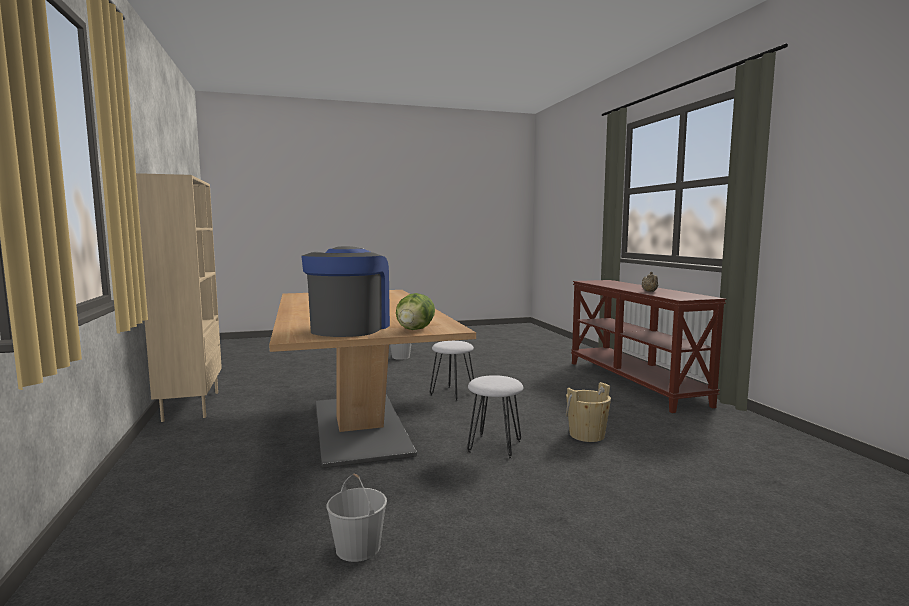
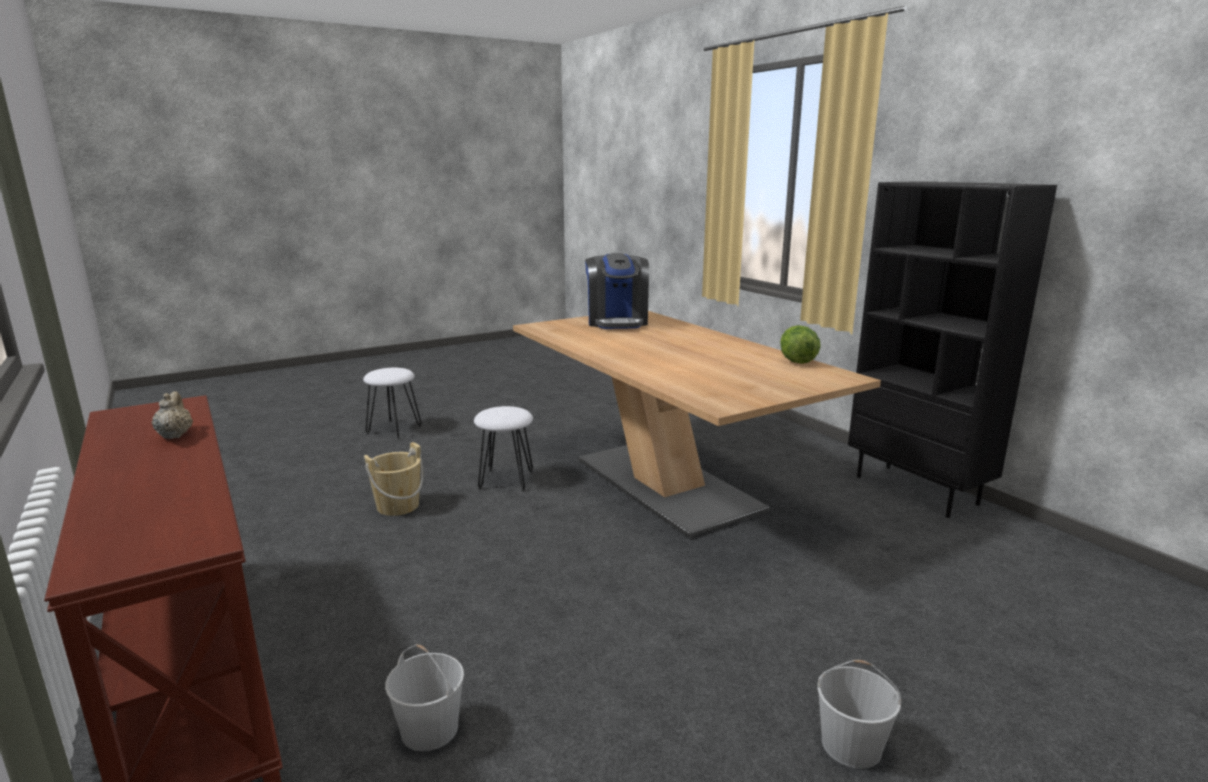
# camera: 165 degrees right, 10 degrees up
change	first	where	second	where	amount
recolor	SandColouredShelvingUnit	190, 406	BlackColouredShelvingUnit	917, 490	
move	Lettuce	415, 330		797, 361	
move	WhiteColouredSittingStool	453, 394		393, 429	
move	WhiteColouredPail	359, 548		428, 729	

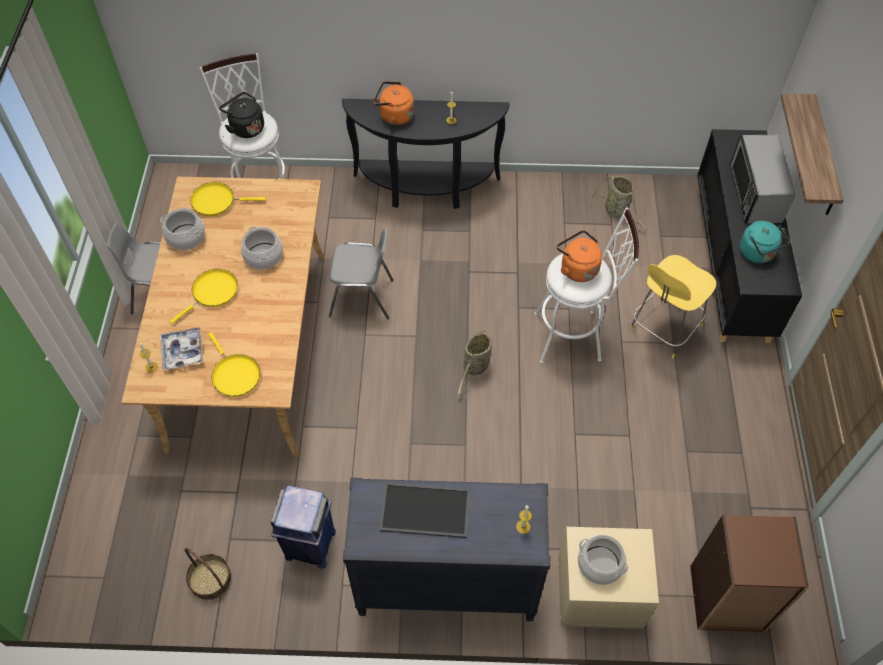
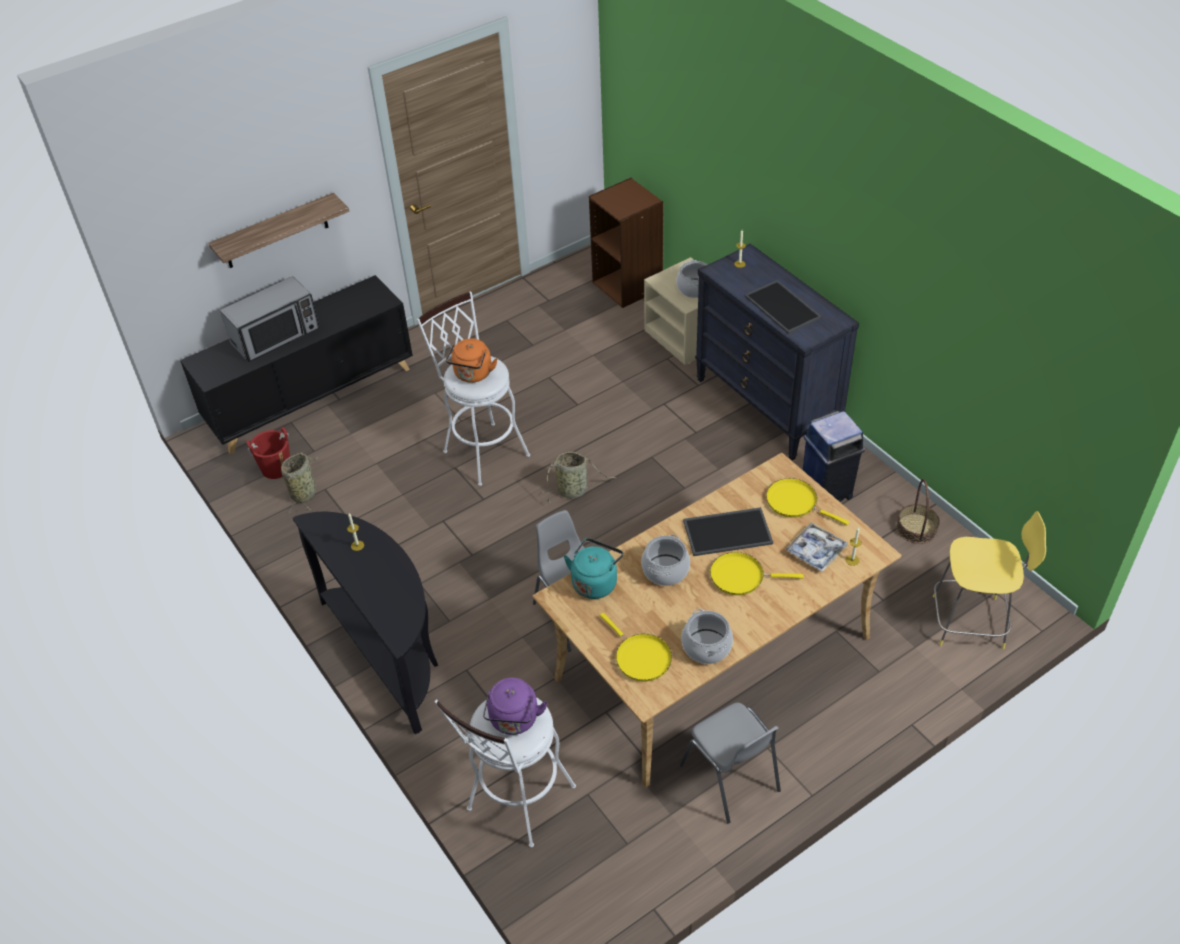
# camera: 125 degrees left, 10 degrees down
change	first	where	second	where	amount
delete	OrangeWaterKettle	394, 116			
recolor	BlackColouredWaterKettle	245, 128	PurpleColouredWaterKettle	514, 721	
move	TurquoiseWaterKettle	758, 253		595, 582	
move	YellowishSittingStool	664, 329		971, 622	
rotate	YellowishSkillet	234, 374		795, 502	75 degrees counterclockwise
insert			RedPail	276, 468	
insert			CarryingTray	728, 531	

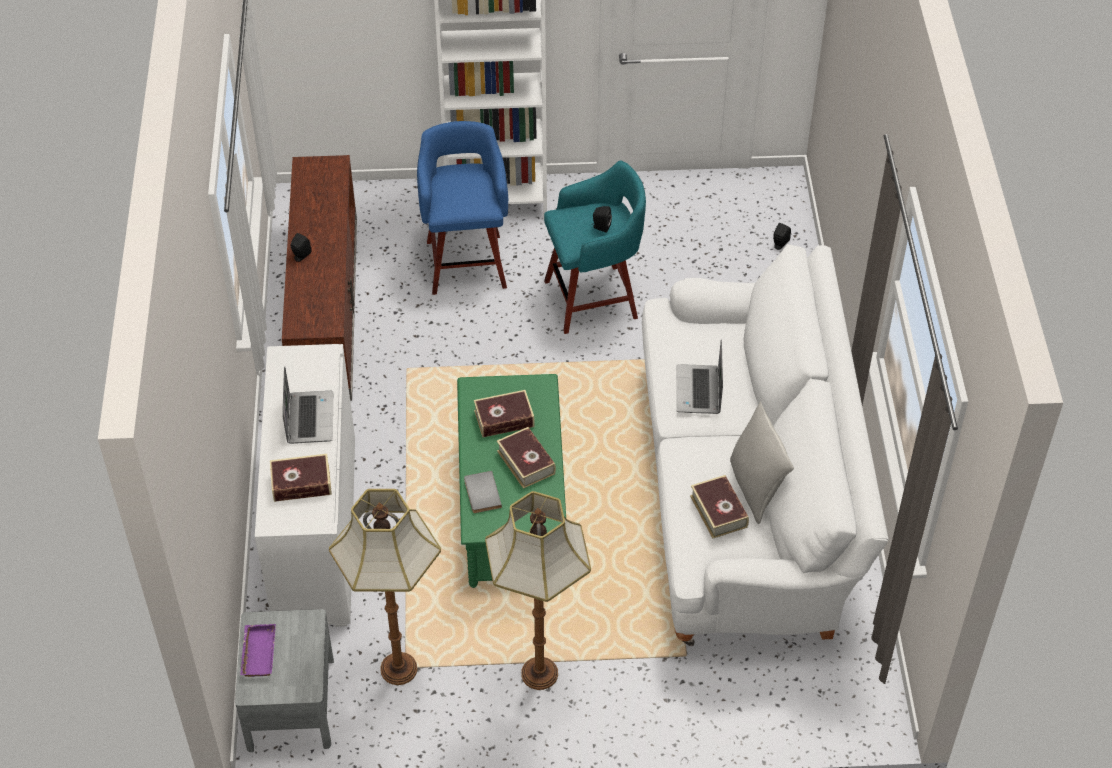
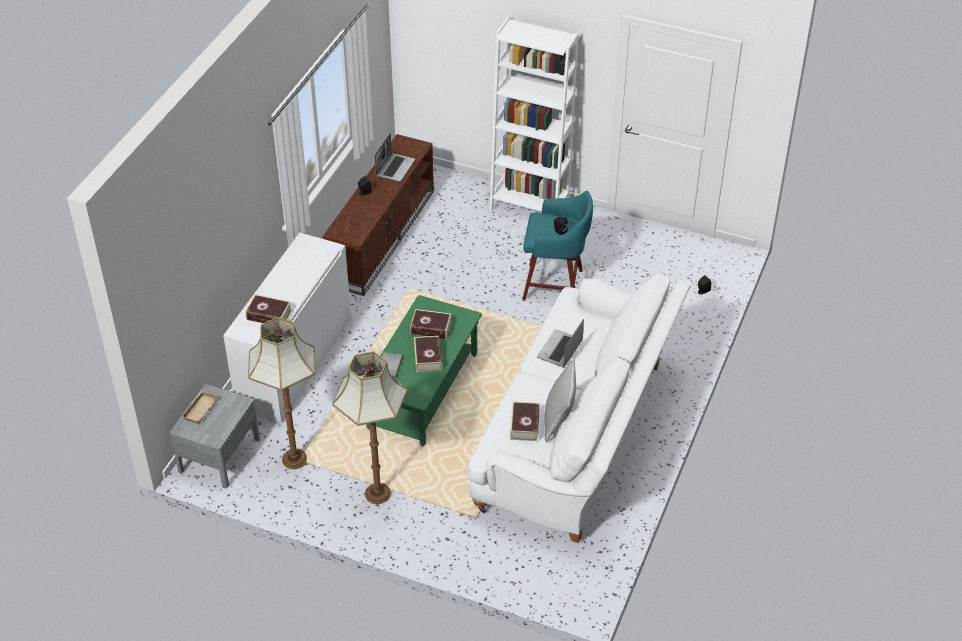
# camera: 25 degrees right, 5 degrees down
change	first	where	second	where	amount
delete	BlueSittingStool	466, 262			
move	Laptop	309, 417		395, 168	
recolor	PurpleColouredCarryingTray	257, 652	SandColouredCarryingTray	199, 408	

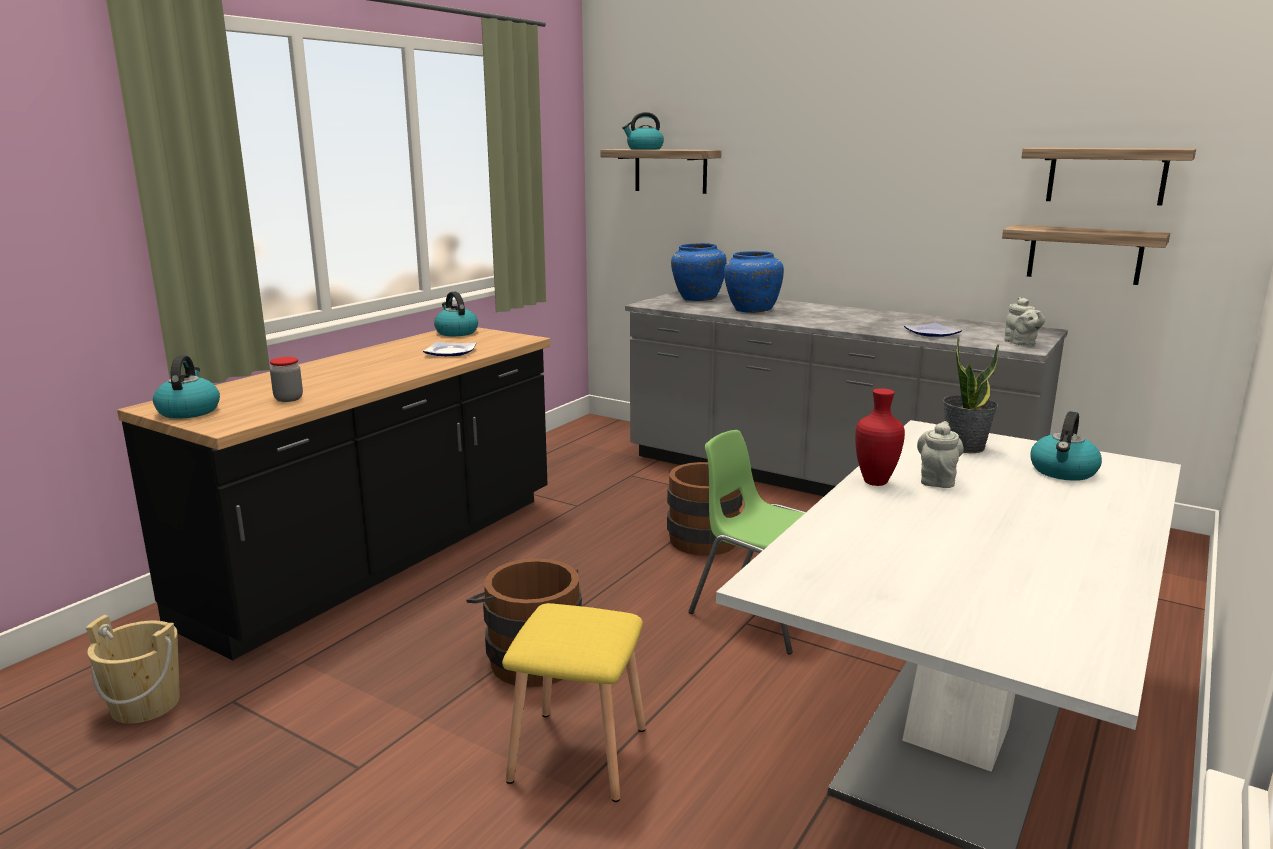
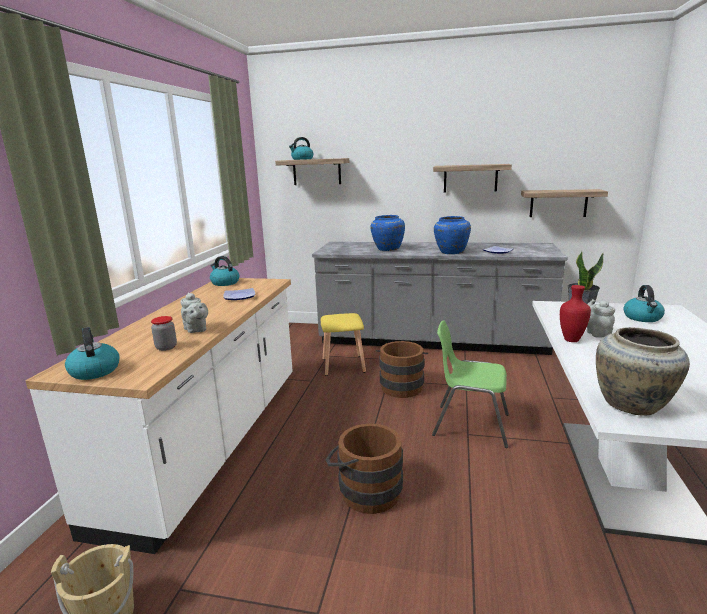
# camera: 20 degrees left, 0 degrees up
change	first	where	second	where	amount
move	WallShelf	1106, 175		470, 178	
move	BlueVase	697, 298		450, 252	
move	GrayPotForTea	1021, 343		196, 330	
recolor	BlackColouredKitchenBaseUnit	383, 558	WhiteColouredKitchenBaseUnit	212, 443	
move	YellowishSittingStool	579, 756		344, 365	
insert			SandColouredVase	633, 405	

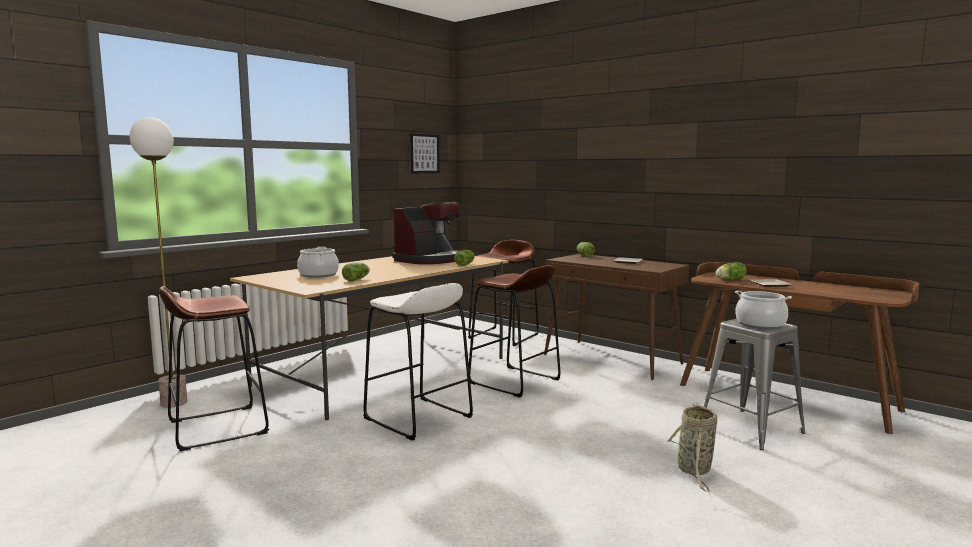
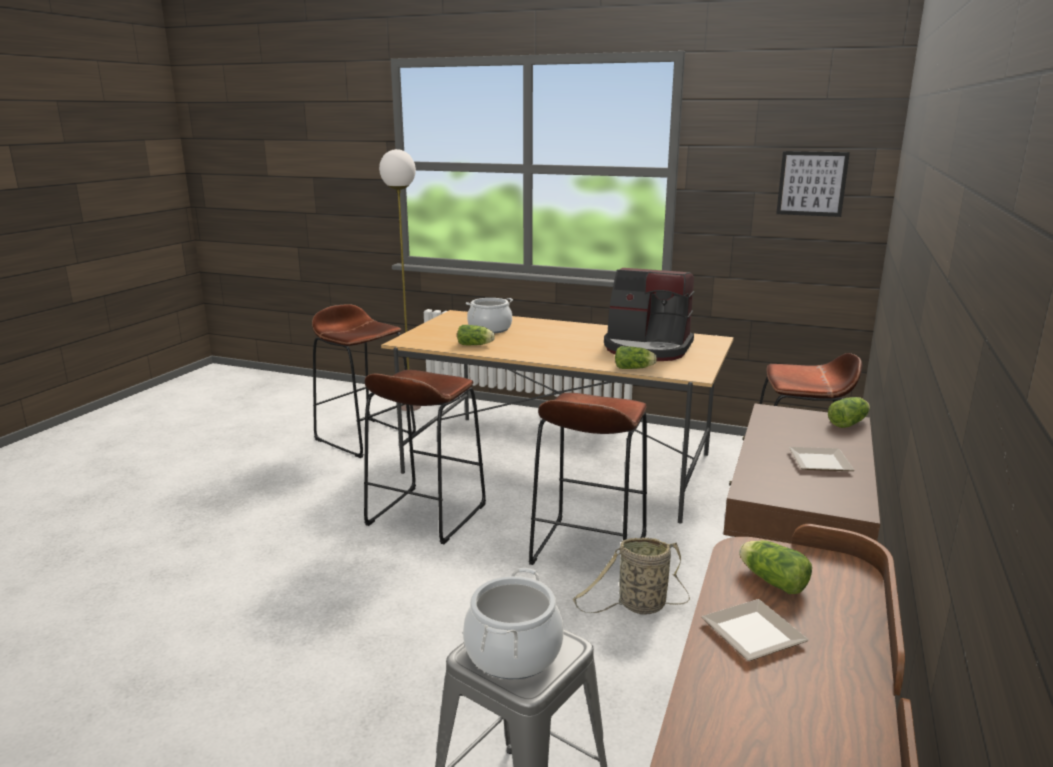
# camera: 70 degrees right, 10 degrees up
change	first	where	second	where	amount
recolor	WhiteColouredSittingStool	418, 418	BrownSittingStool	426, 515	
move	StorageBasket	694, 471		638, 606	

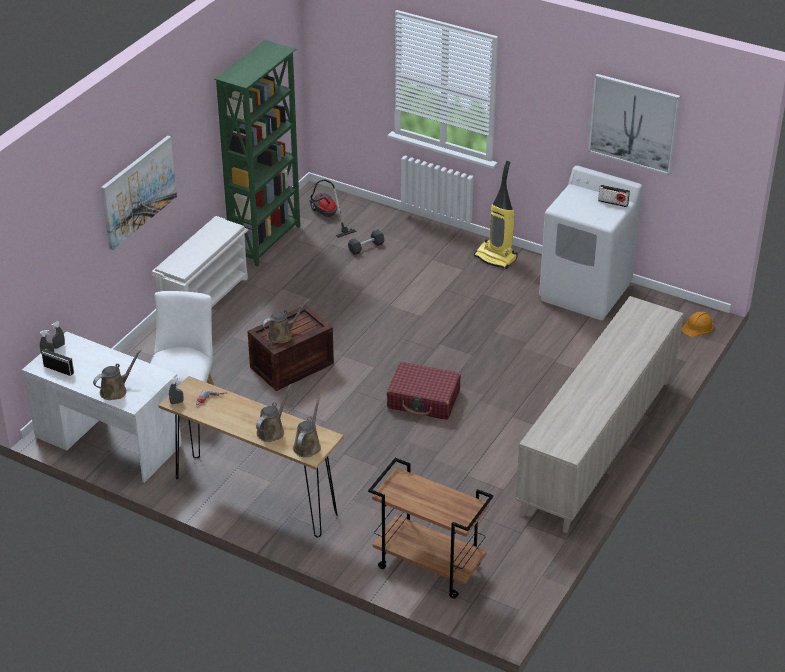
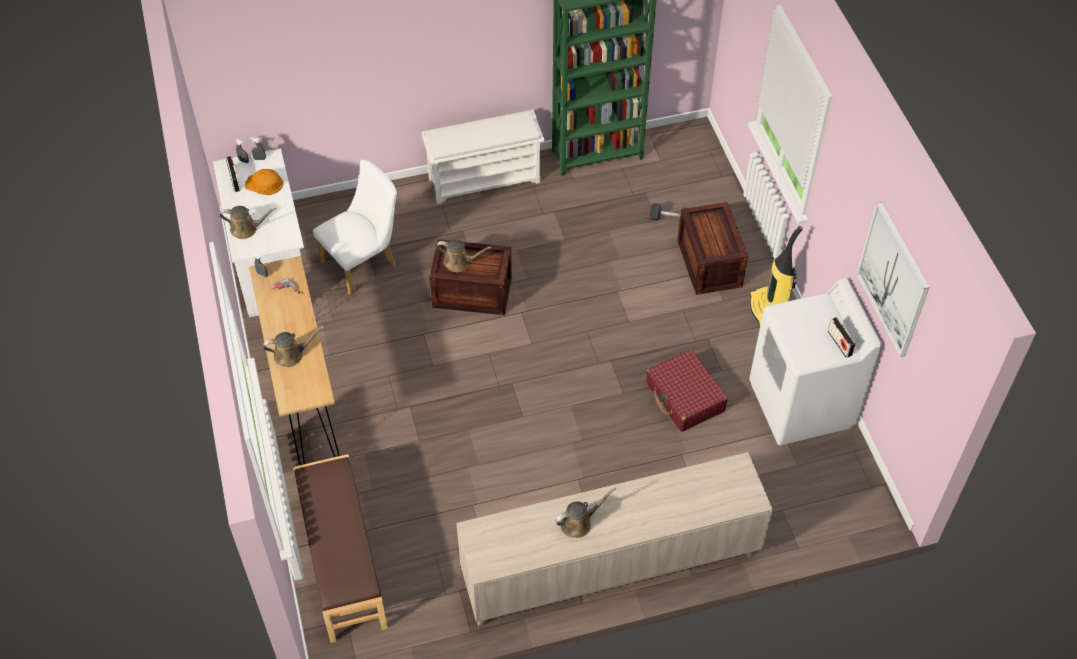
# camera: 45 degrees right, 15 degrees up
change	first	where	second	where	amount
delete	WallPicture	138, 191			
delete	VacuumCleaner	327, 217			
move	OrangeHardHat	697, 327		264, 184	
move	RedTravelCase	424, 399		685, 397	
move	BrownWateringPot	308, 445		579, 523	
replace	BrownTrolley	428, 566	BrownIndoorBench	342, 561	
insert			PackingCrate	709, 264	

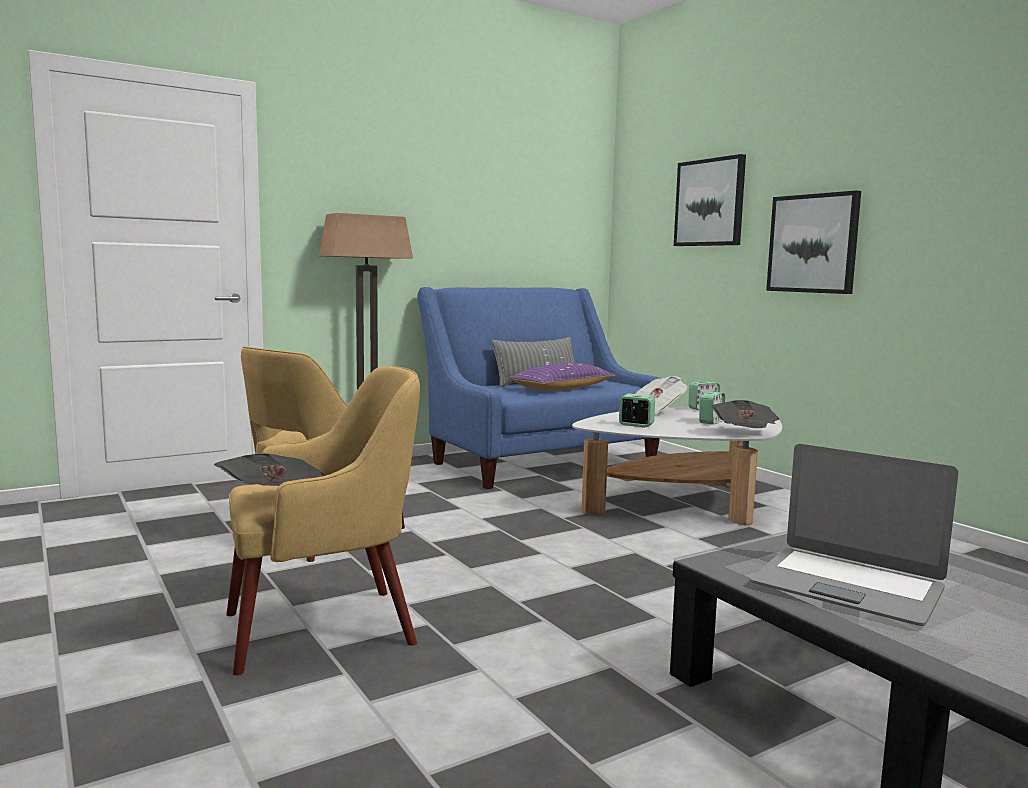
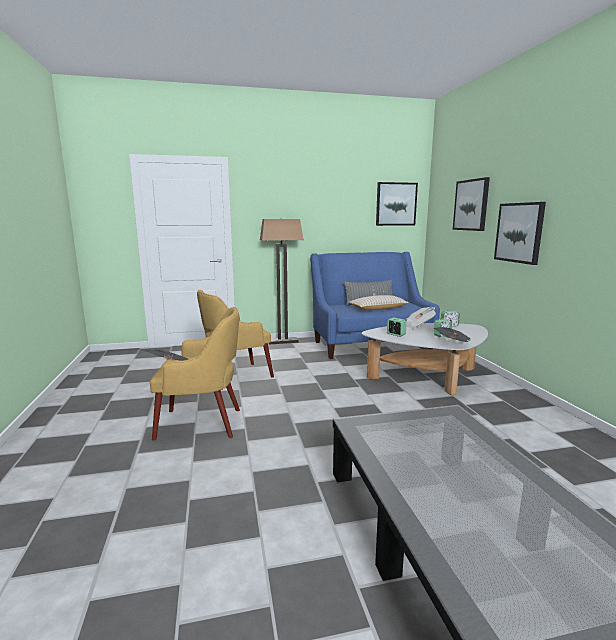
# camera: 20 degrees right, 5 degrees up
change	first	where	second	where	amount
recolor	PurpleColouredPillow	562, 388	SandColouredPillow	378, 308	
delete	Laptop	847, 587			
insert			WallPicture	396, 204	

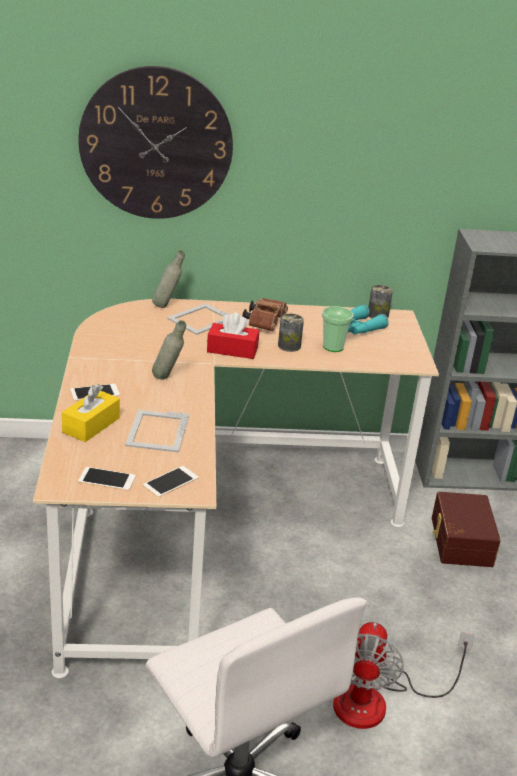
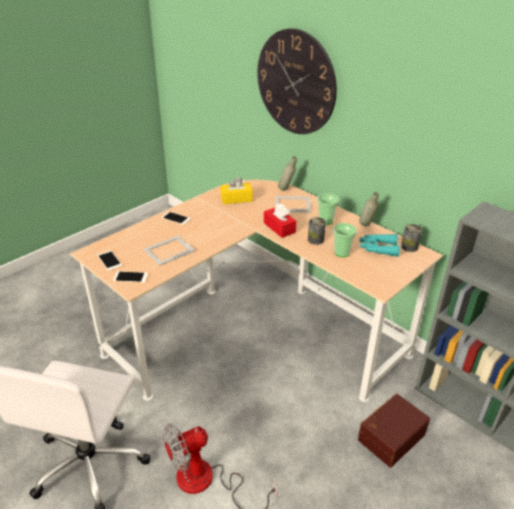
# camera: 50 degrees right, 5 degrees up
change	first	where	second	where	amount
replace	BrownFieldGlasses	265, 322	DrinkingCup	326, 221	
move	GrayDrinkBottle	168, 379		366, 227	
move	YellowishTissueBox	91, 425		236, 199	

